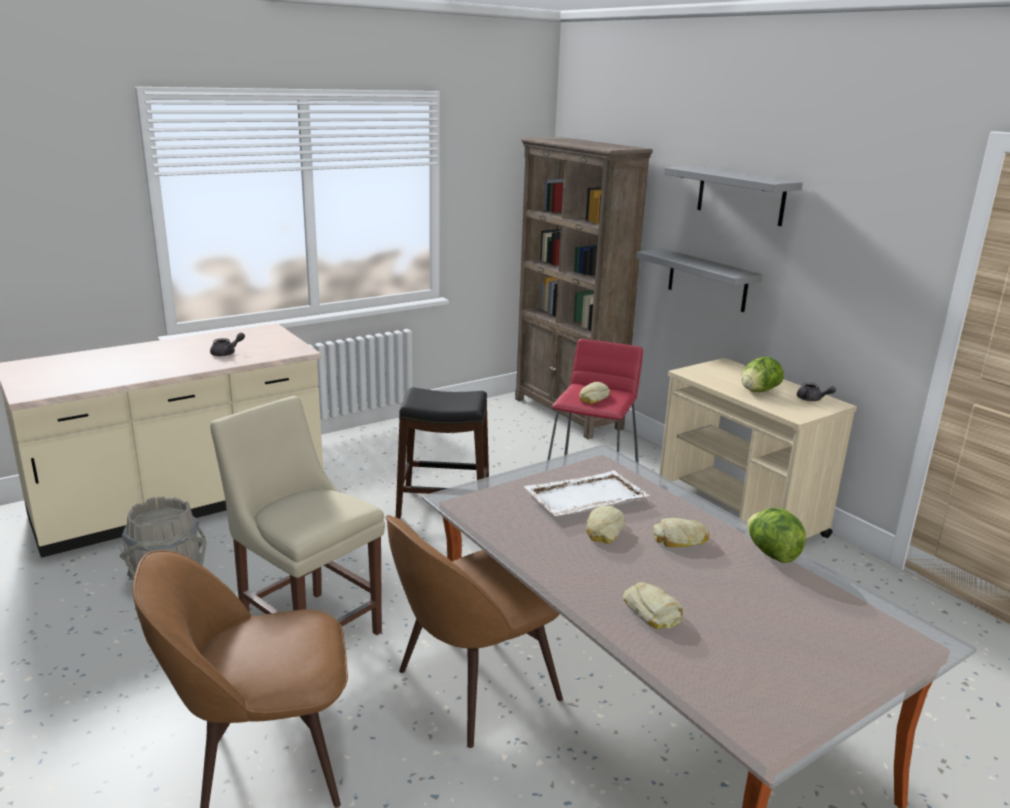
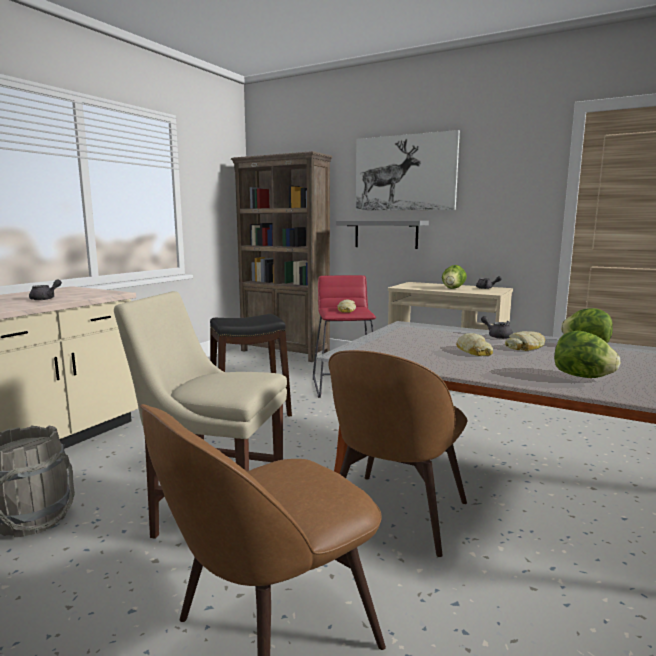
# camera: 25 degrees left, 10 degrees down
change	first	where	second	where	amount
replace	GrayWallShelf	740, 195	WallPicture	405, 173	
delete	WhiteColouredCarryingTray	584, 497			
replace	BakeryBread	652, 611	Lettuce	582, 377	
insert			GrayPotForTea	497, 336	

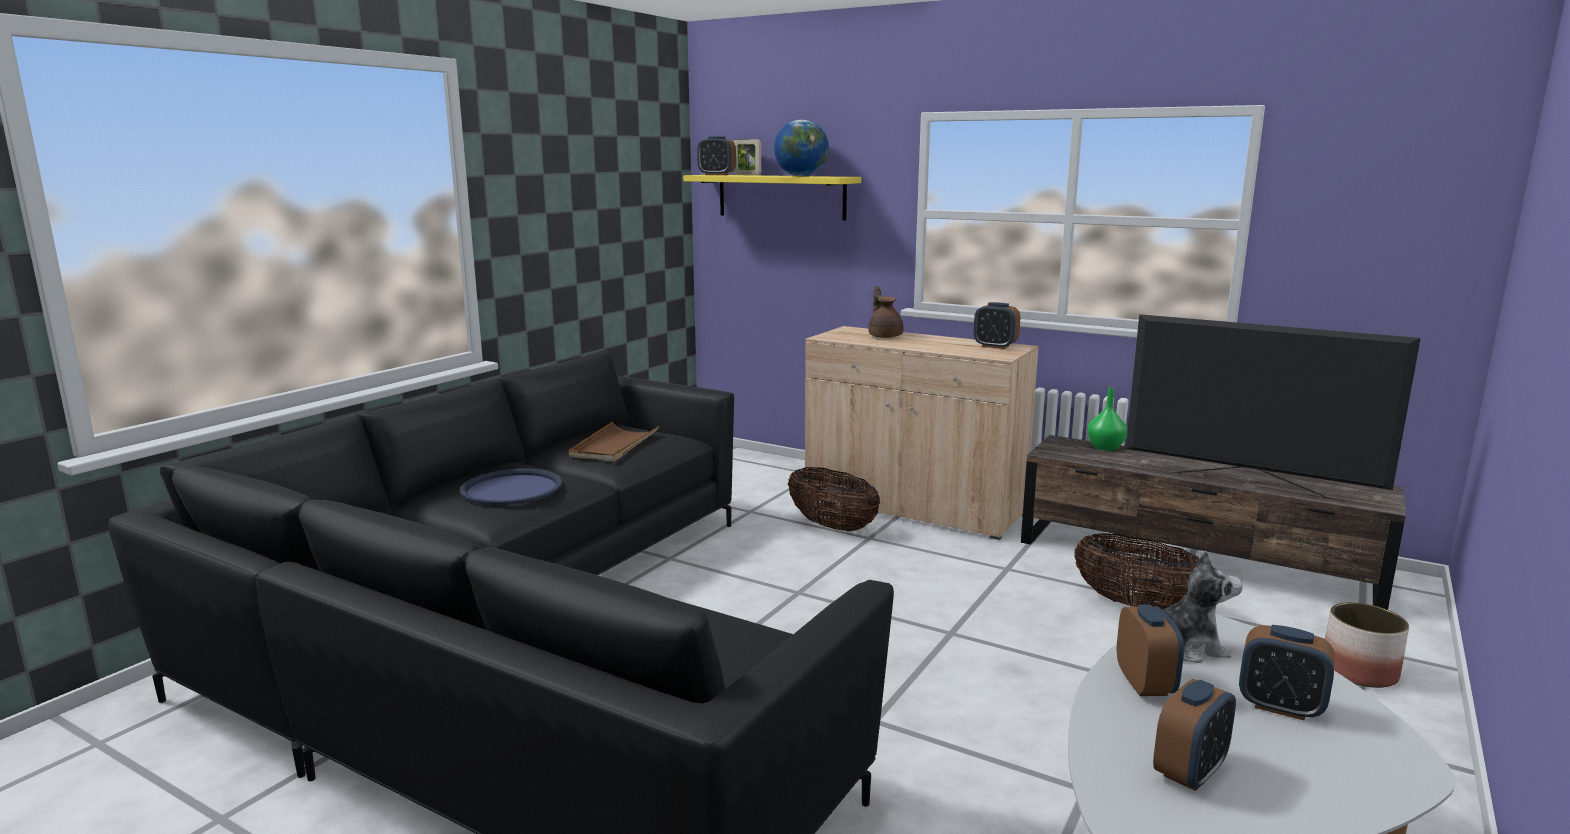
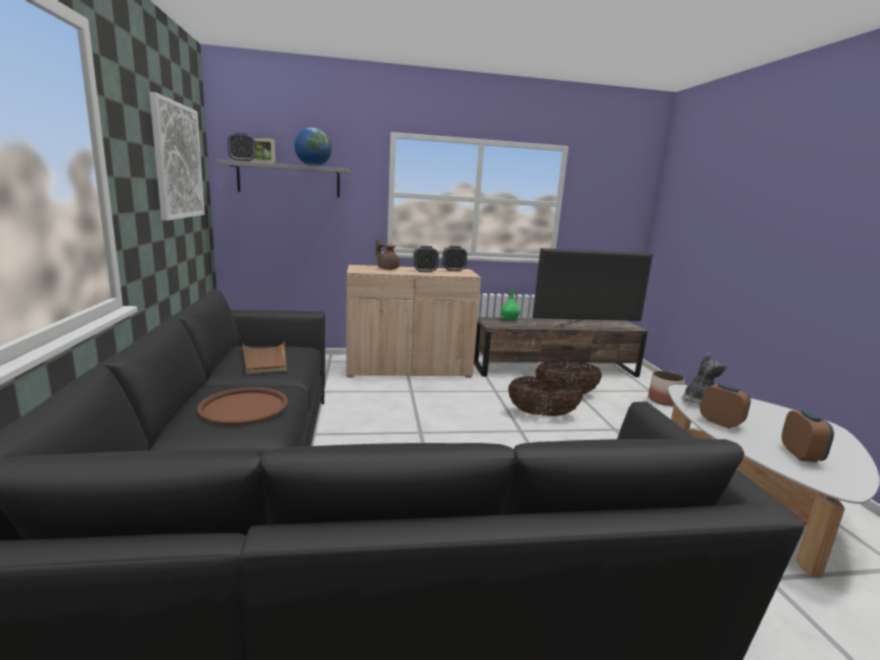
# camera: 40 degrees left, 0 degrees up
change	first	where	second	where	amount
recolor	YellowishWallShelf	781, 196	GrayWallShelf	289, 180	
move	StorageBasket	832, 526		542, 414	
recolor	BlueCarryingTray	511, 489	BrownCarryingTray	243, 407	
move	AlarmClock	1280, 707		425, 271	
insert			WallPicture	177, 161	

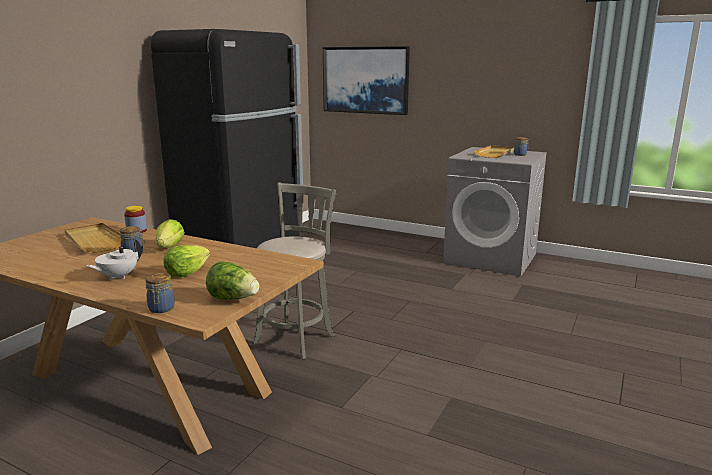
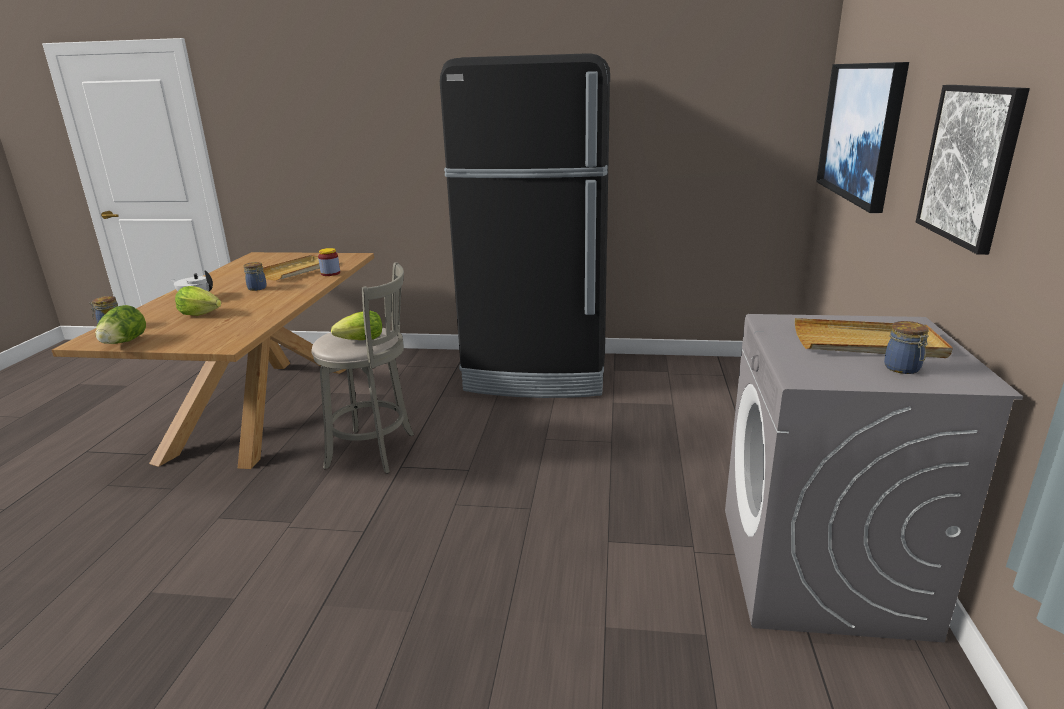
# camera: 70 degrees right, 5 degrees up
change	first	where	second	where	amount
move	Lettuce	170, 247		362, 340	
insert			WallPicture	970, 164	

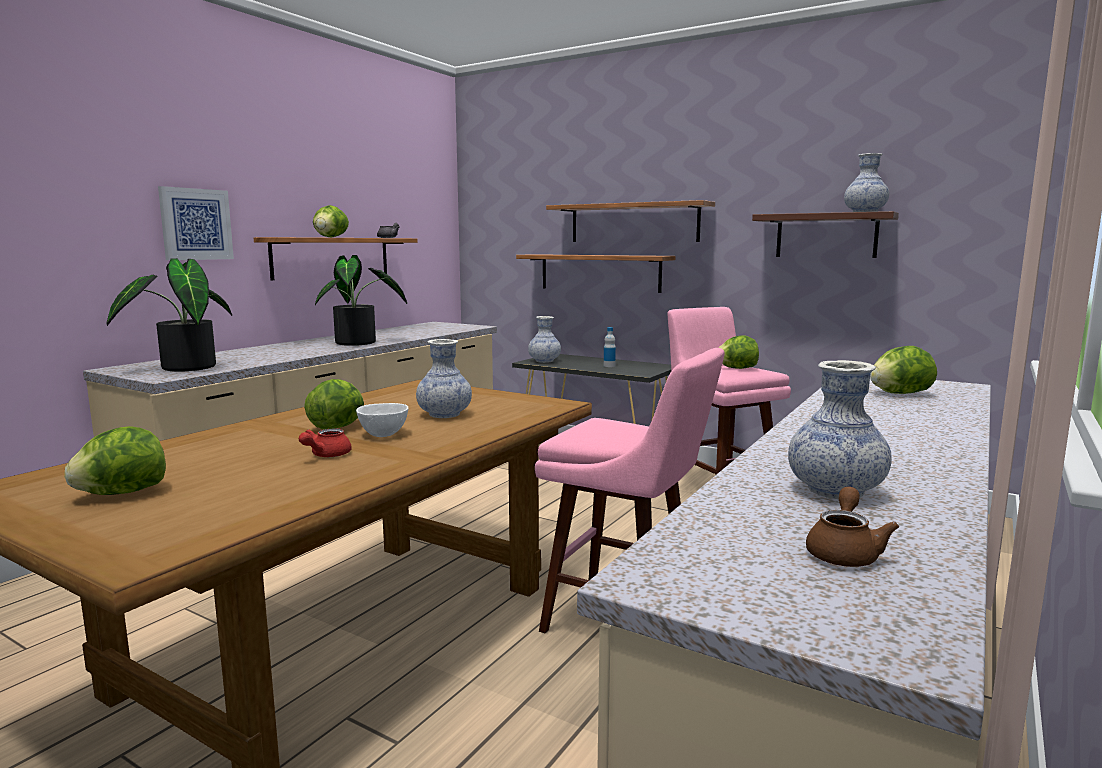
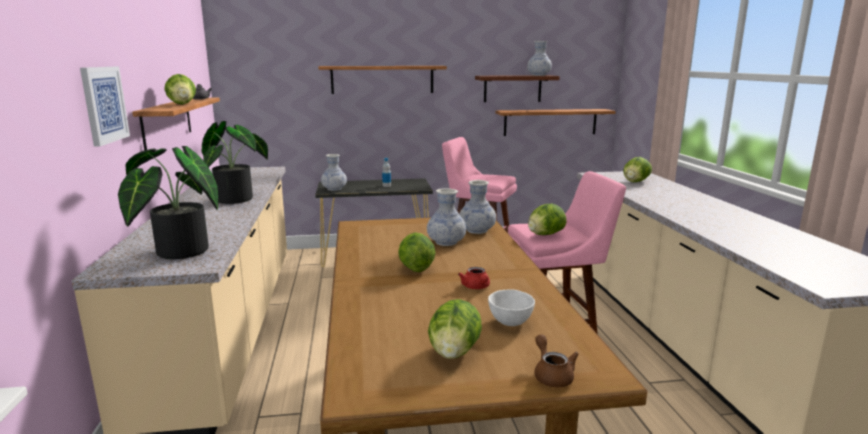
# camera: 40 degrees left, 5 degrees up
change	first	where	second	where	amount
move	WallShelf	599, 272		550, 122	
move	Lettuce	737, 368		545, 234	
move	Vase	835, 491		477, 231	
move	WhiteColouredServingBowl	384, 434		510, 322	
move	BrownPotForTea	844, 552		552, 375	

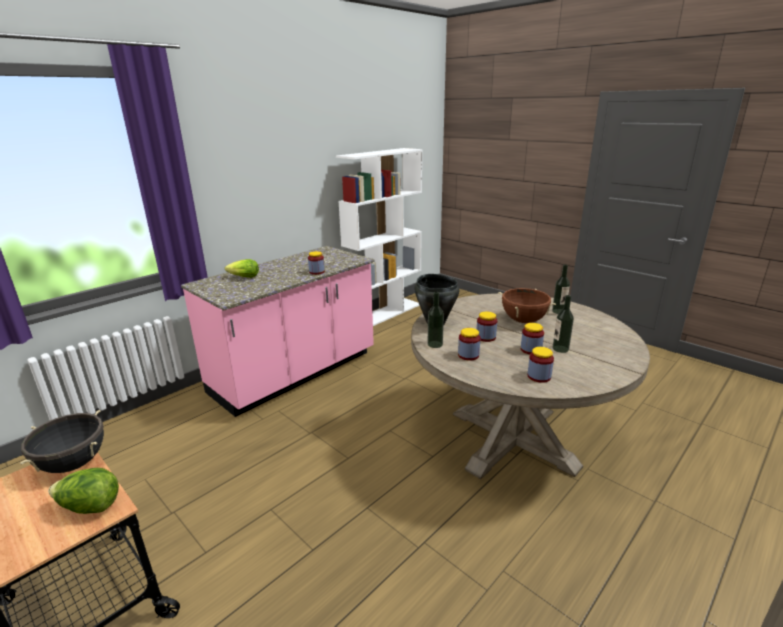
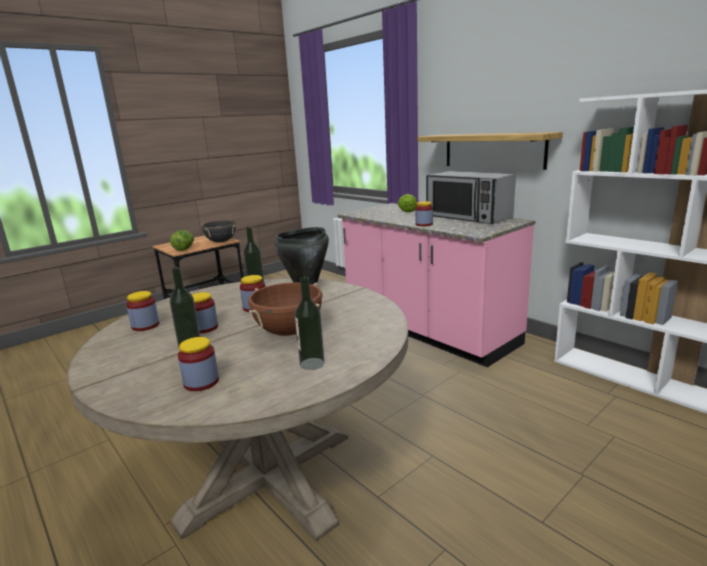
# camera: 95 degrees right, 5 degrees down
change	first	where	second	where	amount
move	Jar	468, 355		201, 382	
insert			WallShelf	493, 150	
insert			MicrowaveOven	468, 217	

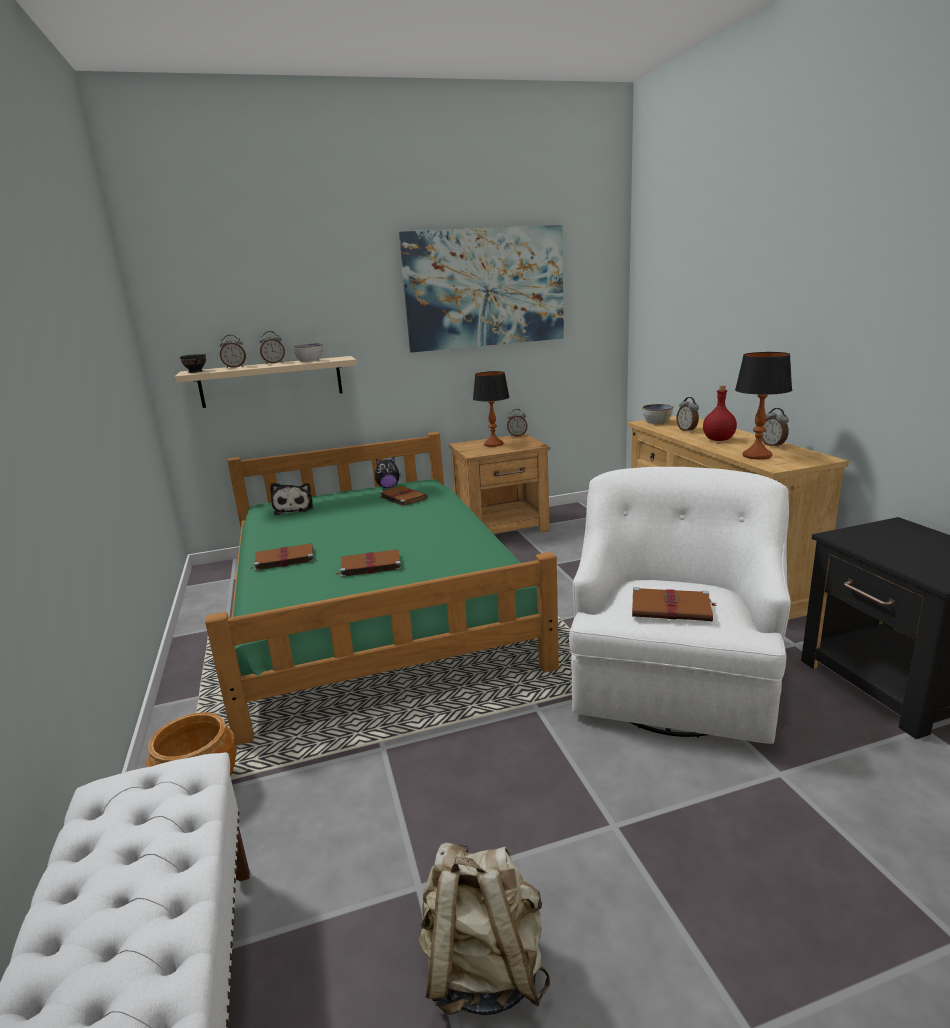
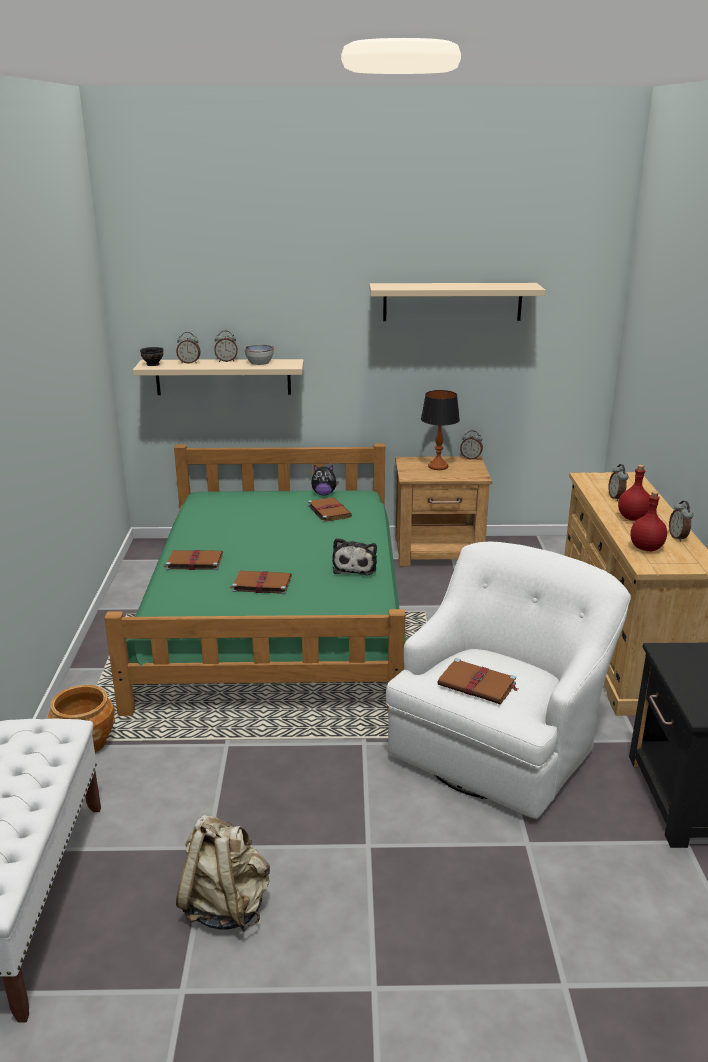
# camera: 15 degrees right, 5 degrees up
change	first	where	second	where	amount
replace	WallPicture	485, 288	SandColouredWallShelf	452, 302	
replace	TabletopLamp	756, 456	RedDrinkBottle	646, 548	
delete	ServingBowl	657, 422			
move	PlushToy	294, 508		355, 567	

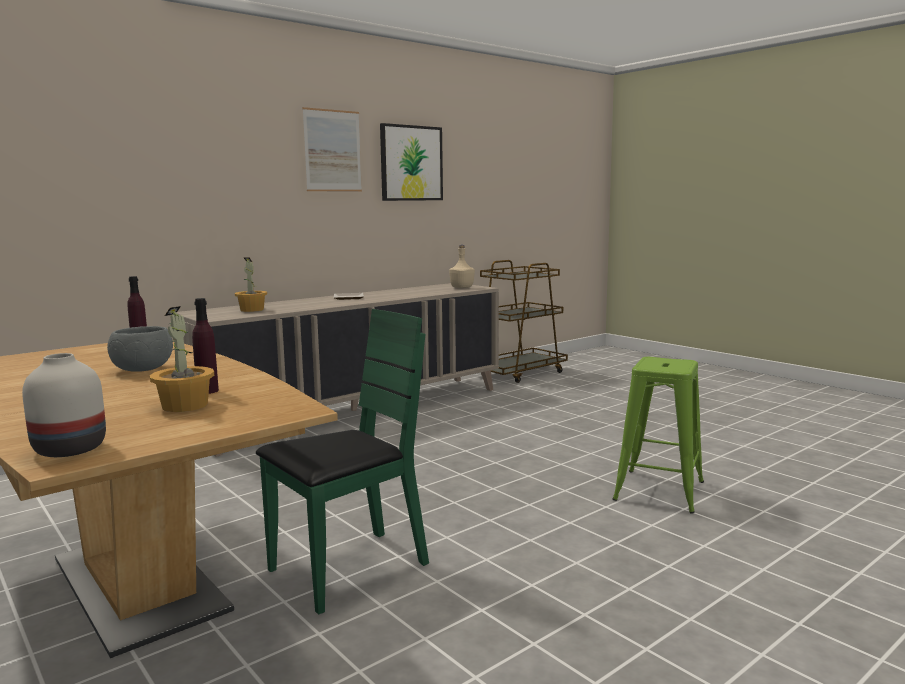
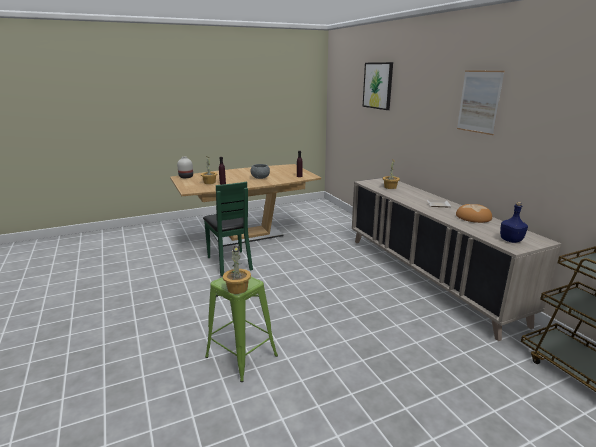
# camera: 105 degrees right, 10 degrees up
change	first	where	second	where	amount
move	WallPicture	411, 163		378, 85	
recolor	SandColouredDrinkBottle	461, 287	BlueDrinkBottle	510, 240	
insert			BakeryBread	473, 217	
insert			Houseplant	237, 288	

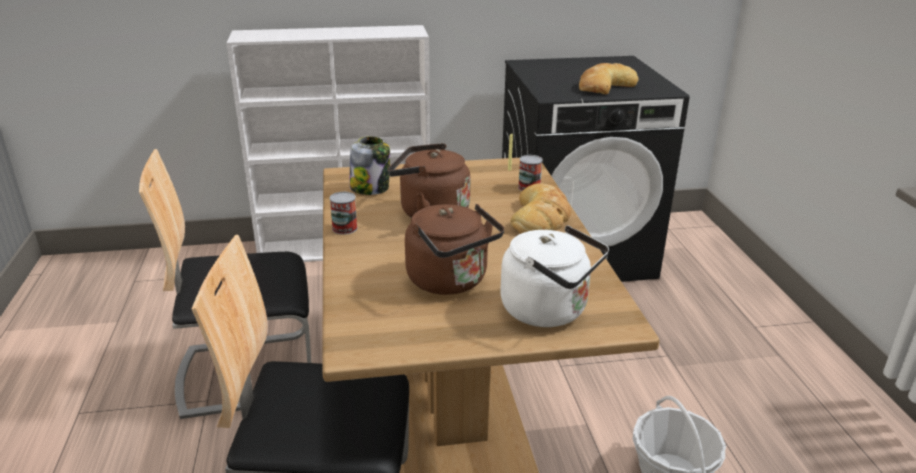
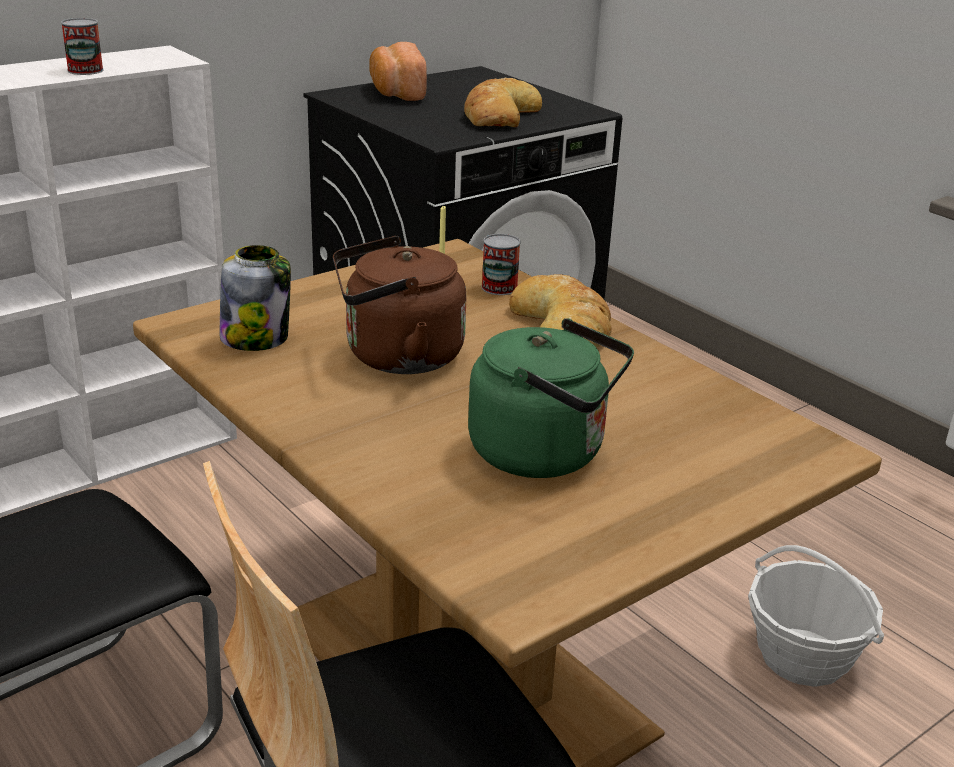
# camera: 30 degrees left, 0 degrees up
change	first	where	second	where	amount
move	MetalCan	344, 228		85, 70	
recolor	BrownWaterKettle	451, 281	GreenishWaterKettle	545, 453	
delete	WhiteColouredWaterKettle	549, 311			
insert			BakeryBread	396, 92	

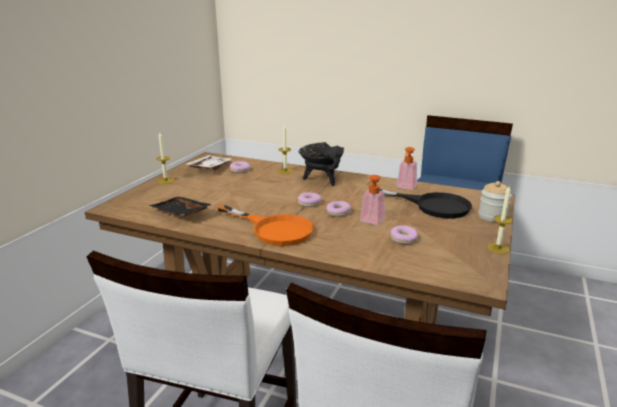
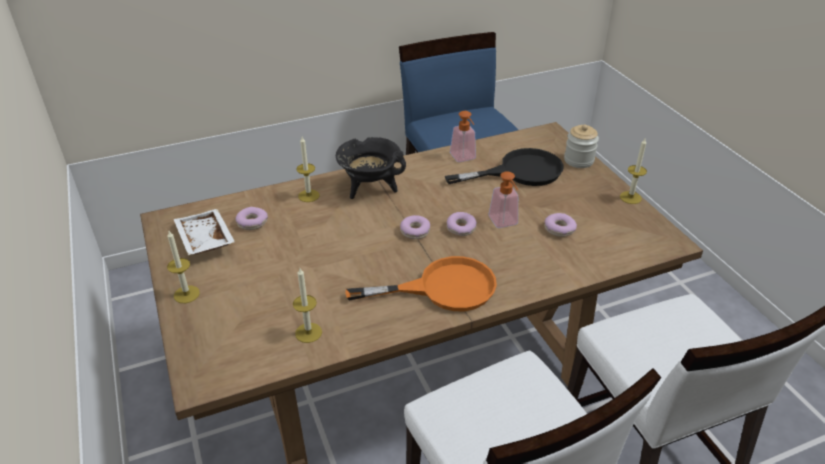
# camera: 45 degrees left, 15 degrees up
change	first	where	second	where	amount
replace	BlackColouredCarryingTray	180, 214	WaxCandle	308, 332	

